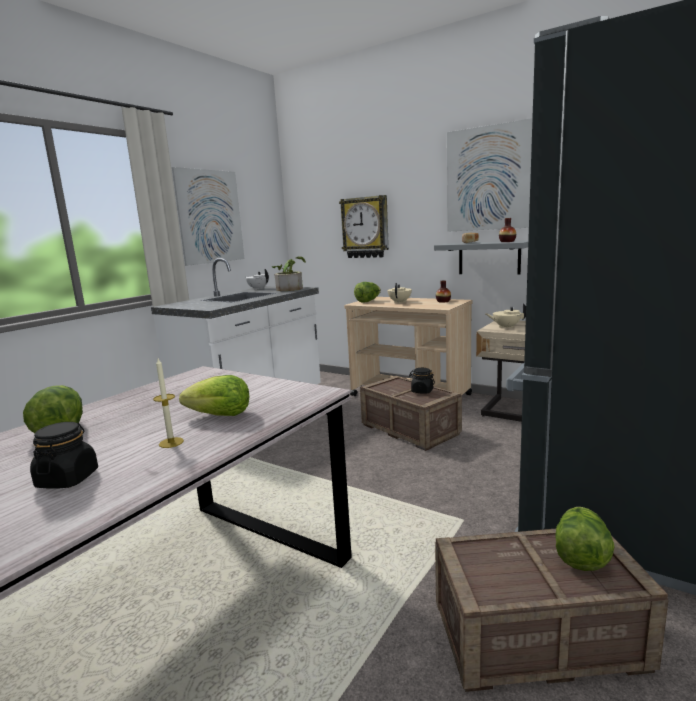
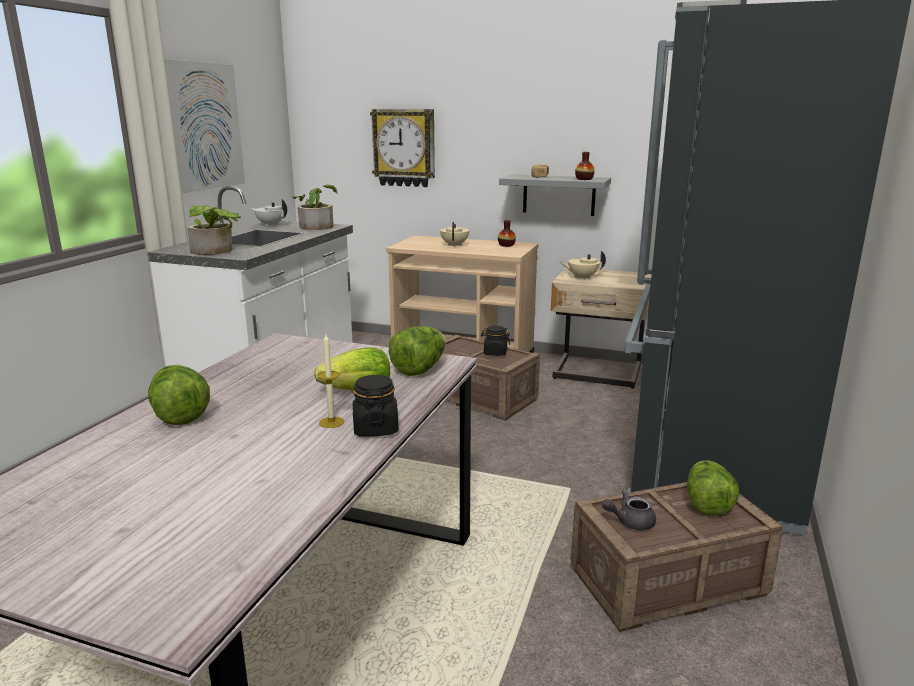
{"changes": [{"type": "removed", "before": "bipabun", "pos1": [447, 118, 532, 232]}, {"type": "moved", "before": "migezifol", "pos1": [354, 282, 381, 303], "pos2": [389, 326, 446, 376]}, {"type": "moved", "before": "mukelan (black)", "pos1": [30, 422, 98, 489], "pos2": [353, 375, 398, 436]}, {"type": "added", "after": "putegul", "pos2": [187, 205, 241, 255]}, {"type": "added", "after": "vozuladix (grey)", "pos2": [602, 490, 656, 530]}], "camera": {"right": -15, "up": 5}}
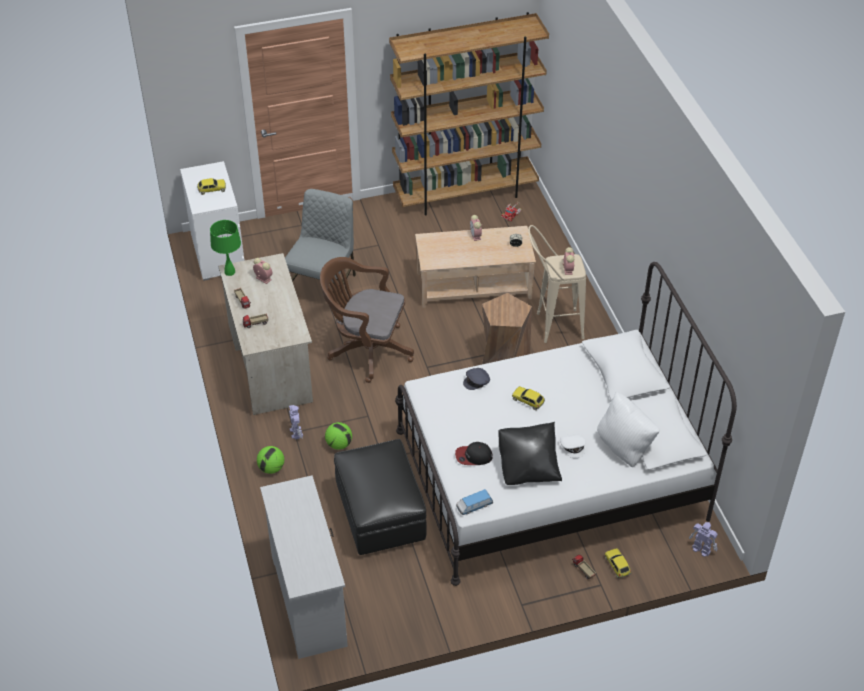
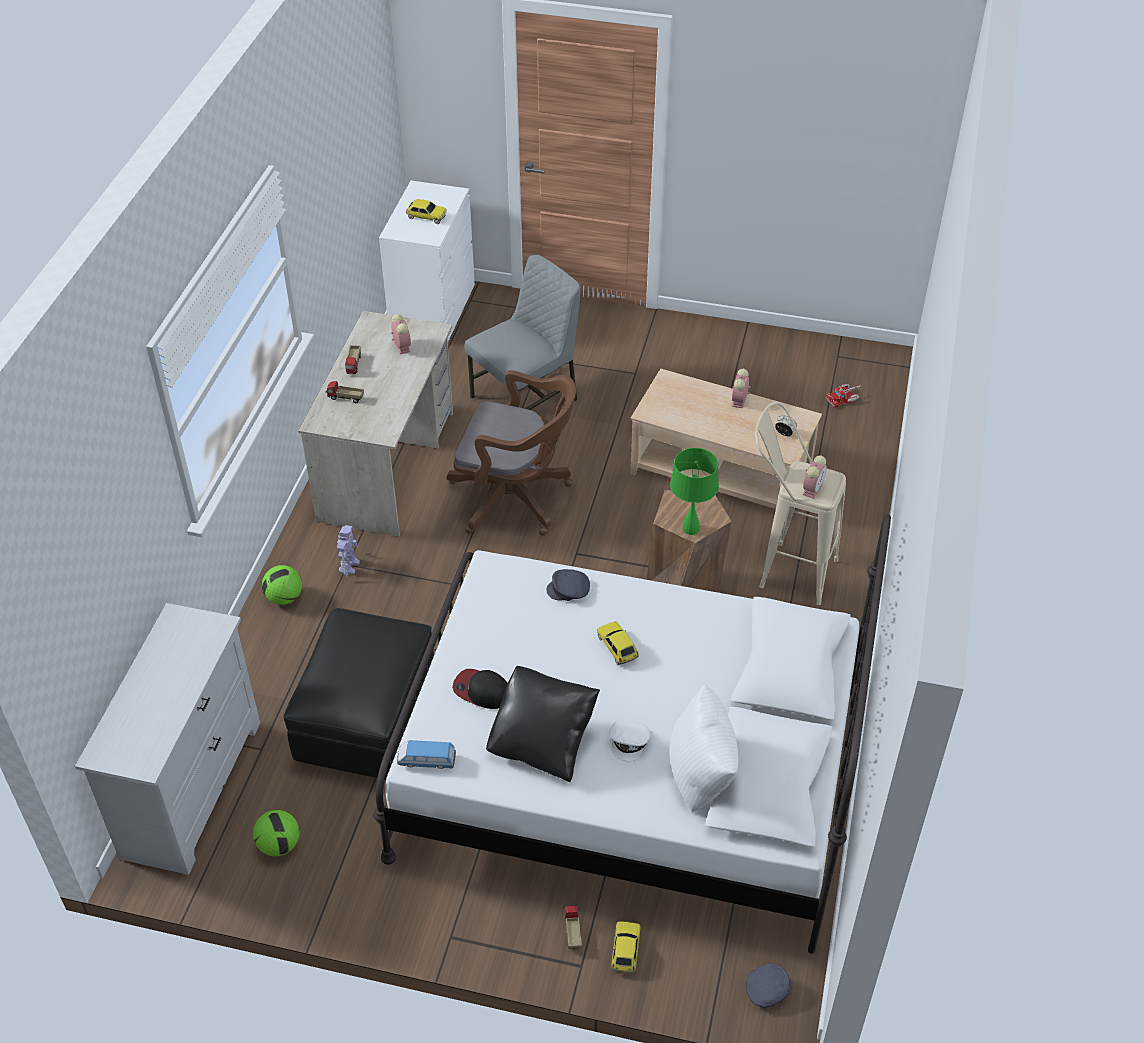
{"changes": [{"type": "removed", "before": "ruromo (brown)", "pos1": [389, 12, 549, 216]}, {"type": "moved", "before": "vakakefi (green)", "pos1": [210, 220, 241, 276], "pos2": [670, 448, 719, 535]}, {"type": "turned", "before": "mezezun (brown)", "pos1": [320, 257, 414, 383], "pos2": [447, 370, 576, 536], "turn": 150}, {"type": "moved", "before": "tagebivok", "pos1": [325, 422, 352, 450], "pos2": [253, 810, 299, 856]}, {"type": "replaced", "before": "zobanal", "after": "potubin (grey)", "pos1": [689, 522, 718, 557], "pos2": [746, 964, 793, 1008]}], "camera": {"right": 30, "up": 0}}
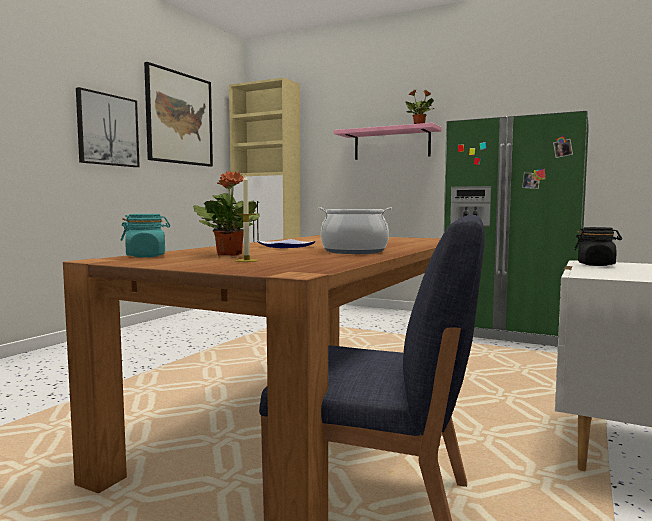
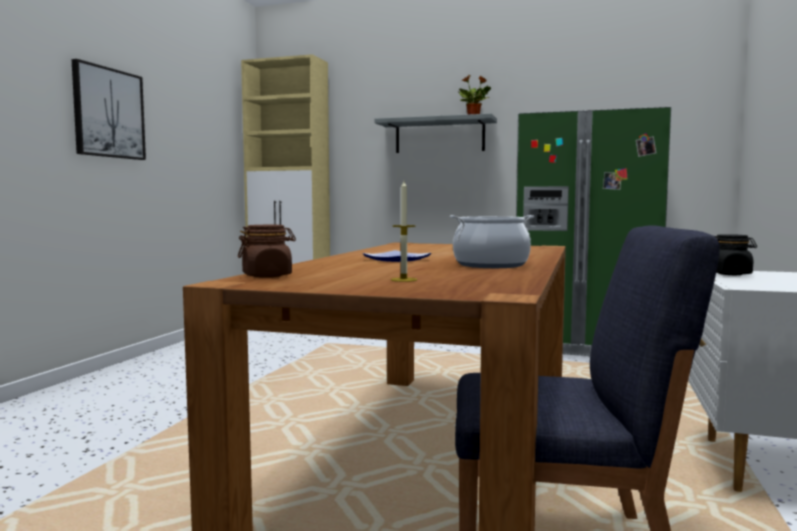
{"changes": [{"type": "removed", "before": "bipabun", "pos1": [144, 62, 213, 166]}, {"type": "recoloured", "before": "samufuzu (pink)", "after": "samufuzu (grey)", "pos1": [334, 123, 441, 160], "pos2": [374, 113, 497, 153]}, {"type": "removed", "before": "putegul", "pos1": [193, 171, 260, 256]}, {"type": "recoloured", "before": "mukelan (turquoise)", "after": "mukelan (brown)", "pos1": [121, 214, 170, 257], "pos2": [238, 225, 296, 278]}], "camera": {"right": -10, "up": 0}}
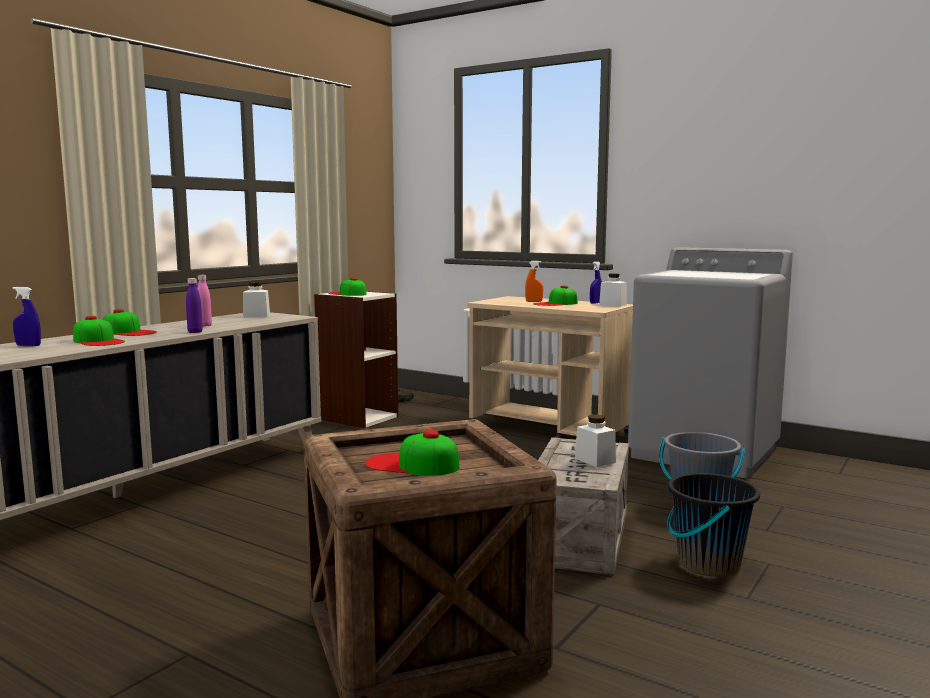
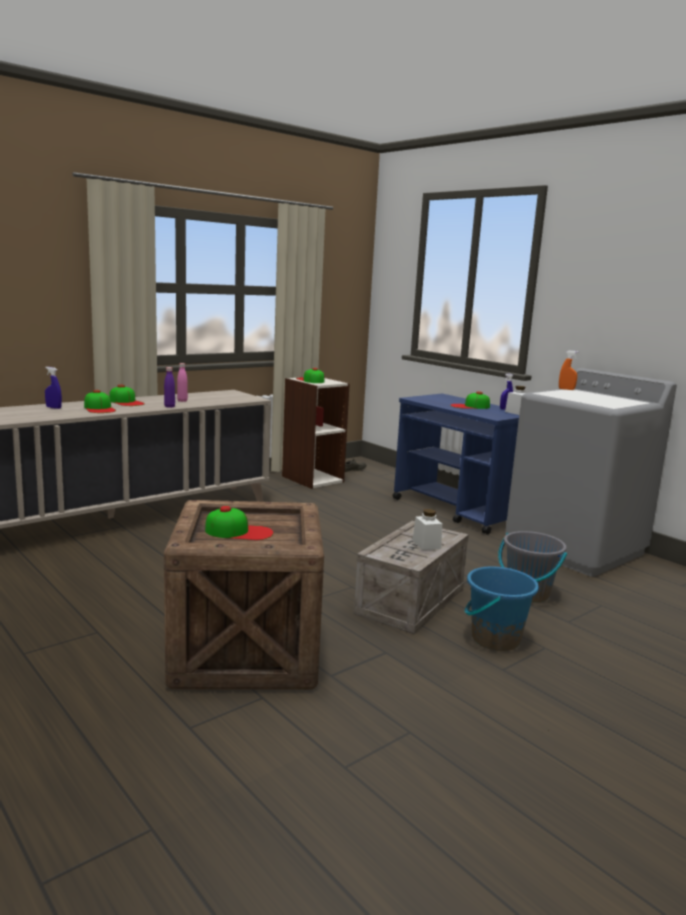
{"changes": [{"type": "moved", "before": "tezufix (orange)", "pos1": [525, 261, 543, 302], "pos2": [559, 351, 579, 390]}, {"type": "removed", "before": "mukelan (white)", "pos1": [243, 282, 270, 317]}, {"type": "recoloured", "before": "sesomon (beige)", "after": "sesomon (blue)", "pos1": [468, 296, 633, 439], "pos2": [392, 394, 519, 535]}, {"type": "turned", "before": "potubin", "pos1": [365, 430, 460, 476], "pos2": [205, 506, 273, 540], "turn": 150}, {"type": "recoloured", "before": "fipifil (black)", "after": "fipifil (blue)", "pos1": [667, 473, 760, 577], "pos2": [465, 566, 539, 651]}], "camera": {"right": 15, "up": 5}}
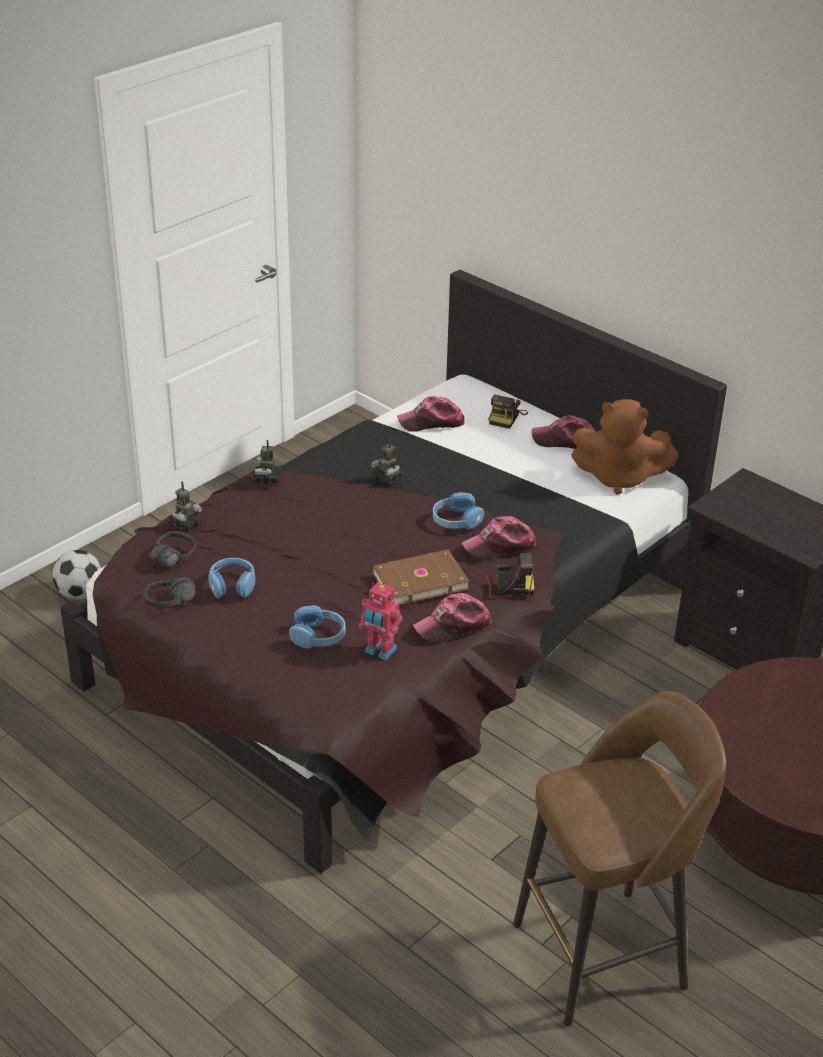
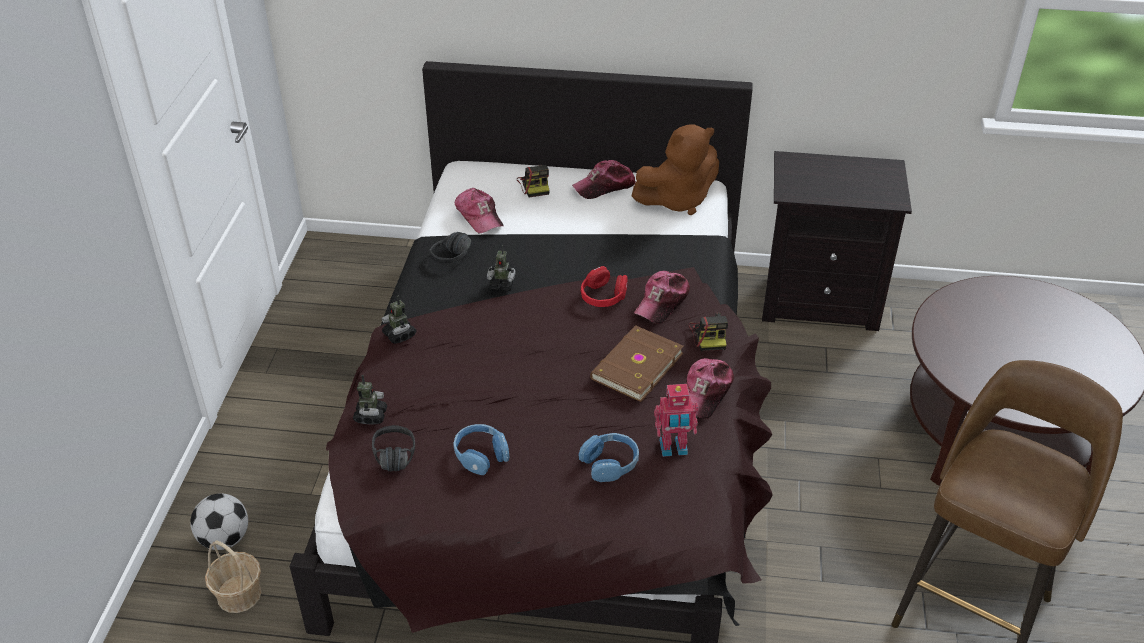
{"changes": [{"type": "turned", "before": "potubin", "pos1": [397, 396, 465, 431], "pos2": [455, 188, 504, 234], "turn": -75}, {"type": "recoloured", "before": "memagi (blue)", "after": "memagi (red)", "pos1": [433, 493, 484, 530], "pos2": [581, 266, 628, 307]}, {"type": "turned", "before": "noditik", "pos1": [486, 553, 534, 599], "pos2": [688, 312, 728, 351], "turn": 120}, {"type": "moved", "before": "memagi (black)", "pos1": [143, 578, 196, 608], "pos2": [429, 232, 471, 264]}, {"type": "added", "after": "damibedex", "pos2": [205, 540, 261, 613]}], "camera": {"right": -35, "up": 5}}
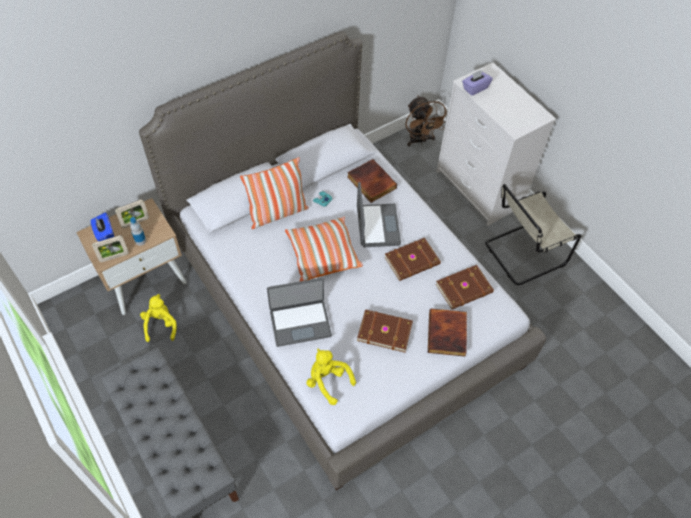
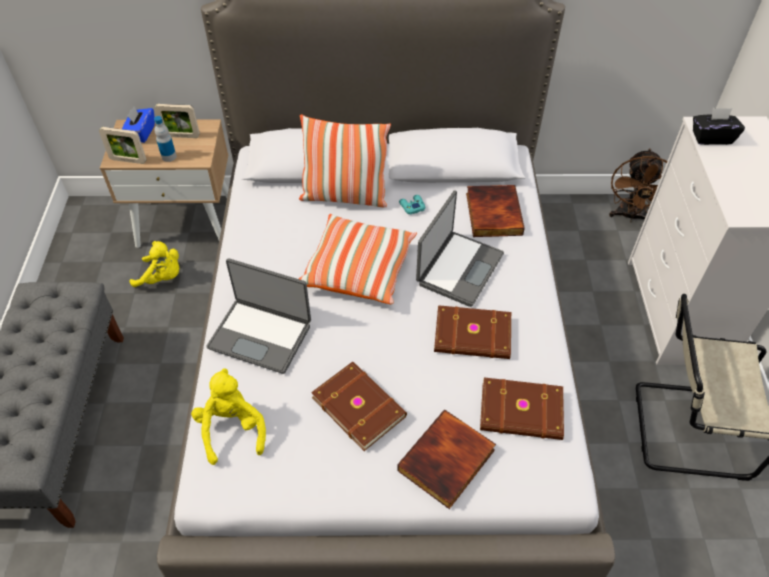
{"changes": [{"type": "recoloured", "before": "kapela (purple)", "after": "kapela (black)", "pos1": [462, 70, 492, 96], "pos2": [693, 108, 745, 145]}, {"type": "turned", "before": "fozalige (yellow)", "pos1": [140, 294, 177, 342], "pos2": [129, 241, 179, 287], "turn": 75}], "camera": {"right": 35, "up": -5}}
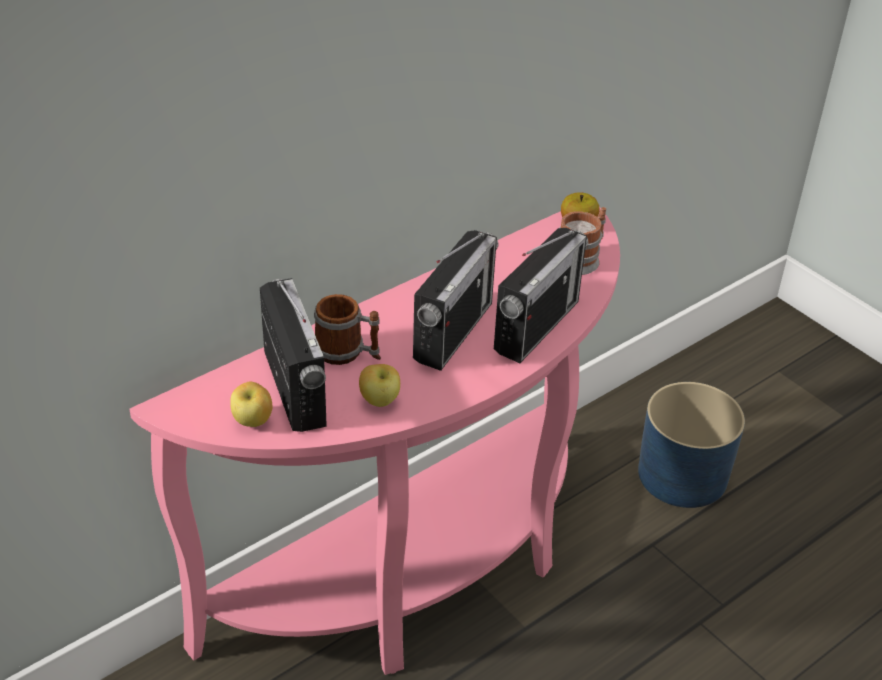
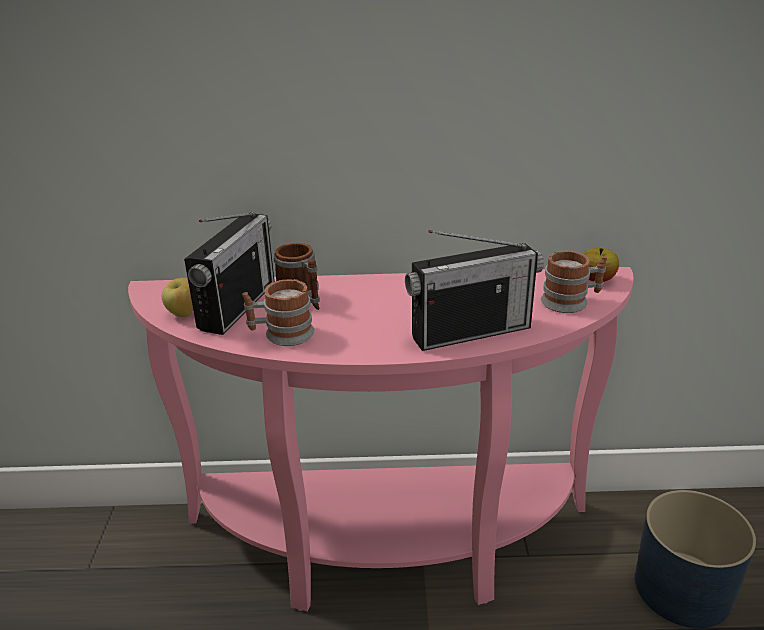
{"changes": [{"type": "removed", "before": "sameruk", "pos1": [413, 230, 498, 371]}, {"type": "replaced", "before": "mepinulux", "after": "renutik", "pos1": [359, 364, 400, 407], "pos2": [242, 279, 315, 346]}], "camera": {"right": 40, "up": -10}}
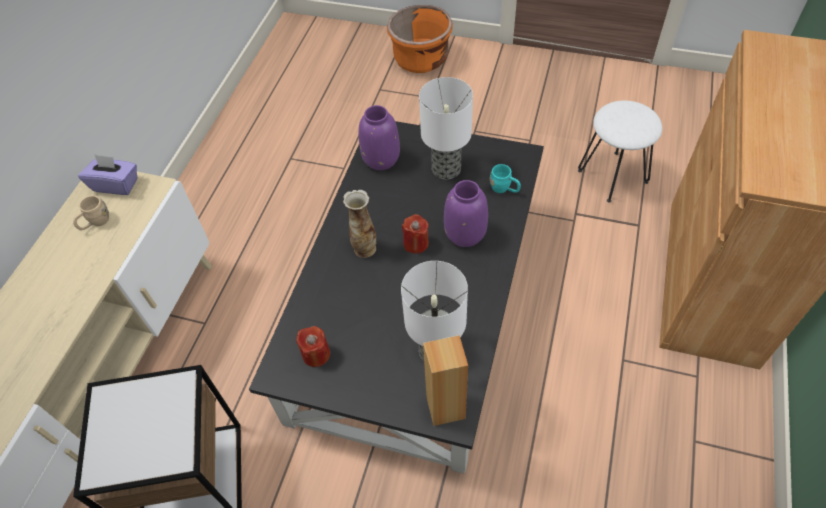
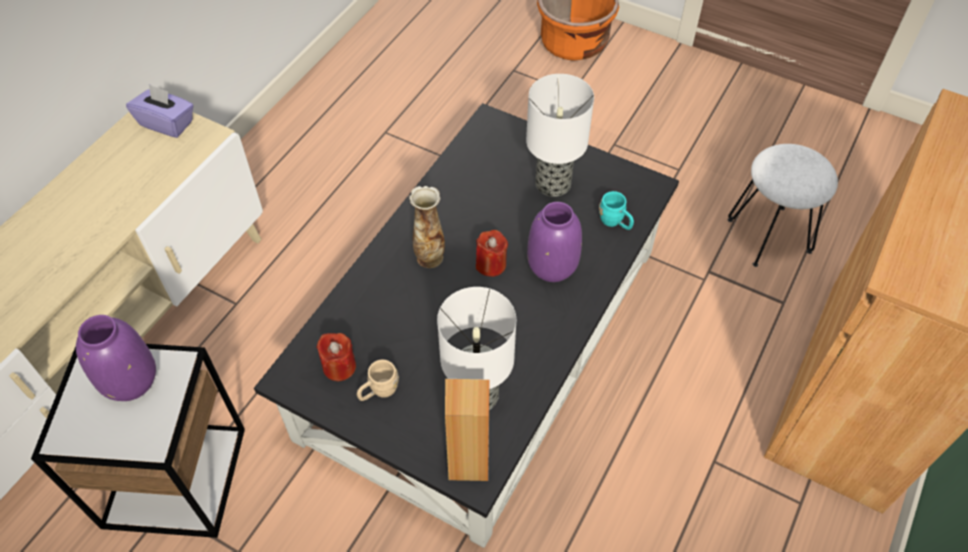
{"changes": [{"type": "moved", "before": "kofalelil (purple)", "pos1": [359, 105, 400, 170], "pos2": [76, 315, 156, 401]}, {"type": "moved", "before": "renutik (beige)", "pos1": [73, 195, 109, 231], "pos2": [357, 360, 399, 401]}], "camera": {"right": 10, "up": 0}}
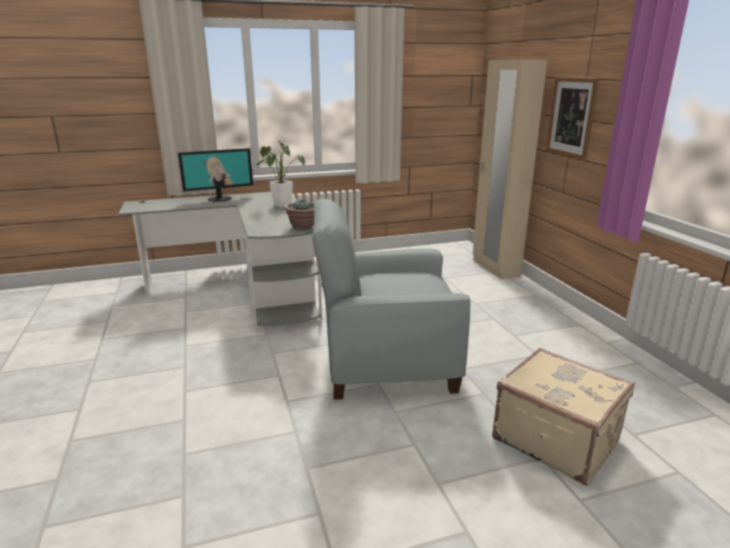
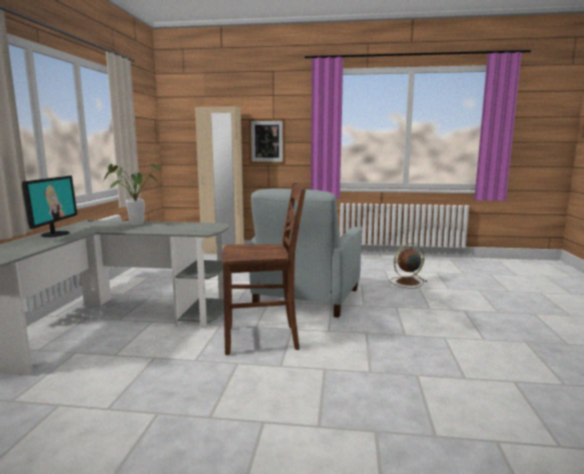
{"changes": [{"type": "removed", "before": "putegul", "pos1": [284, 200, 314, 230]}, {"type": "replaced", "before": "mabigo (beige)", "after": "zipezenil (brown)", "pos1": [492, 348, 635, 486], "pos2": [389, 243, 428, 288]}, {"type": "added", "after": "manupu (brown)", "pos2": [222, 183, 306, 355]}], "camera": {"right": -65, "up": -10}}
